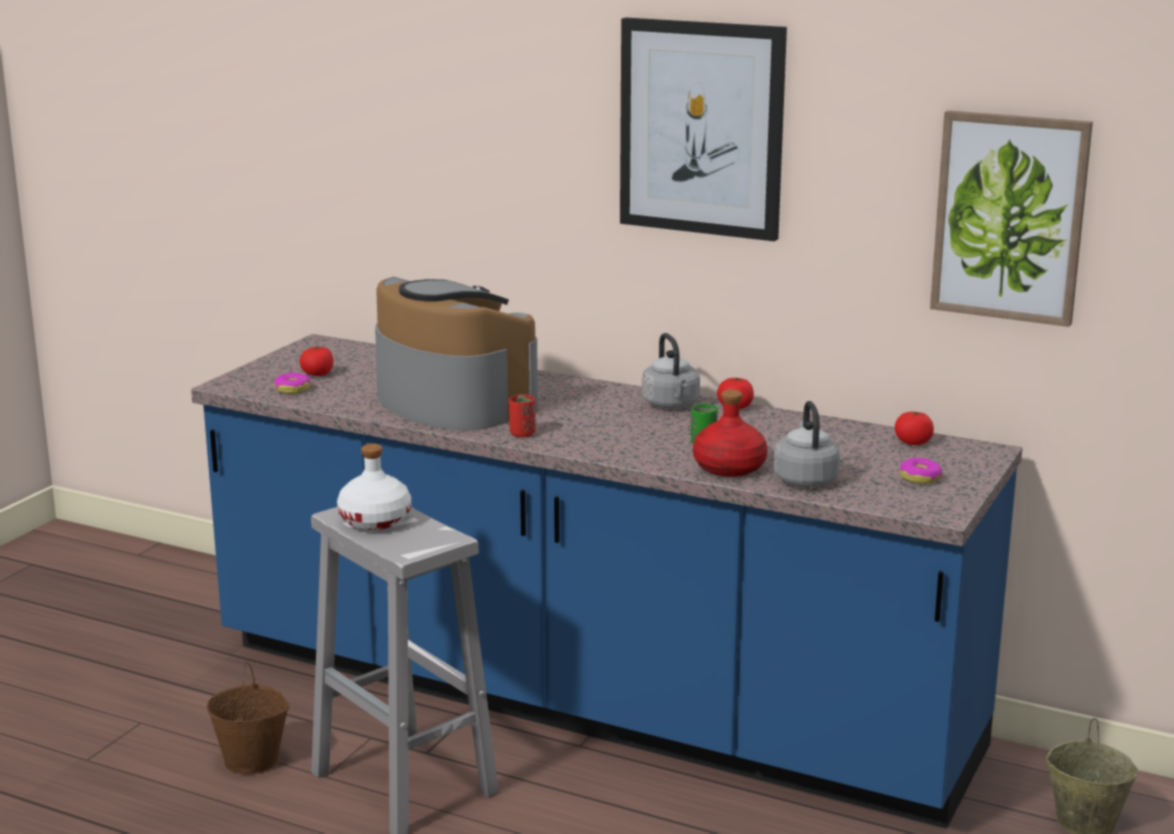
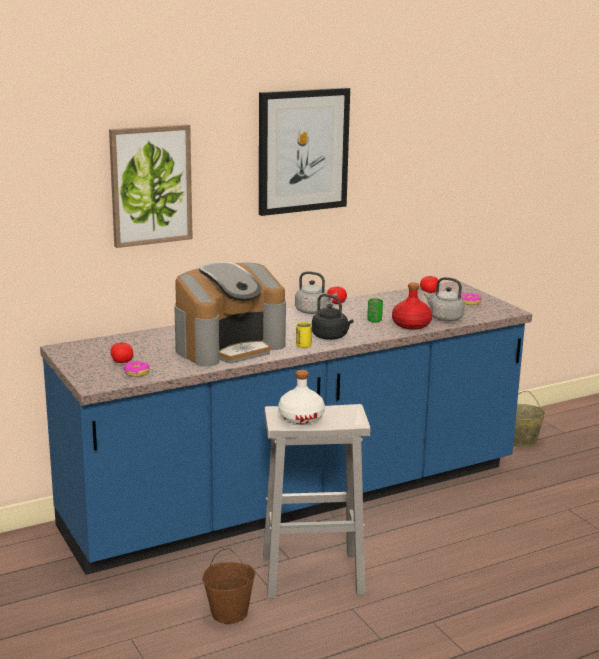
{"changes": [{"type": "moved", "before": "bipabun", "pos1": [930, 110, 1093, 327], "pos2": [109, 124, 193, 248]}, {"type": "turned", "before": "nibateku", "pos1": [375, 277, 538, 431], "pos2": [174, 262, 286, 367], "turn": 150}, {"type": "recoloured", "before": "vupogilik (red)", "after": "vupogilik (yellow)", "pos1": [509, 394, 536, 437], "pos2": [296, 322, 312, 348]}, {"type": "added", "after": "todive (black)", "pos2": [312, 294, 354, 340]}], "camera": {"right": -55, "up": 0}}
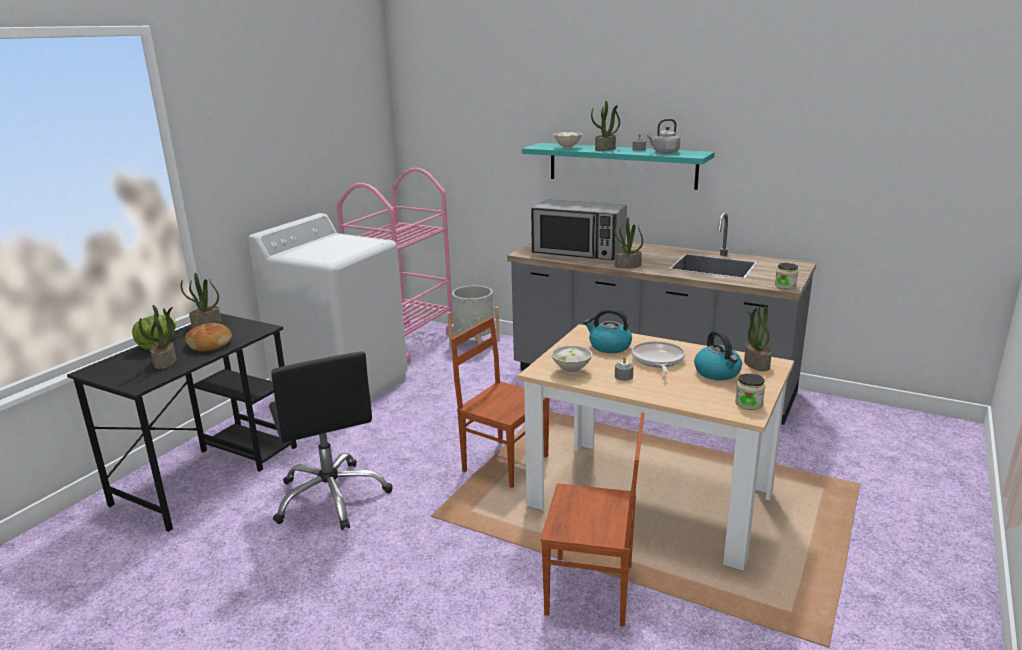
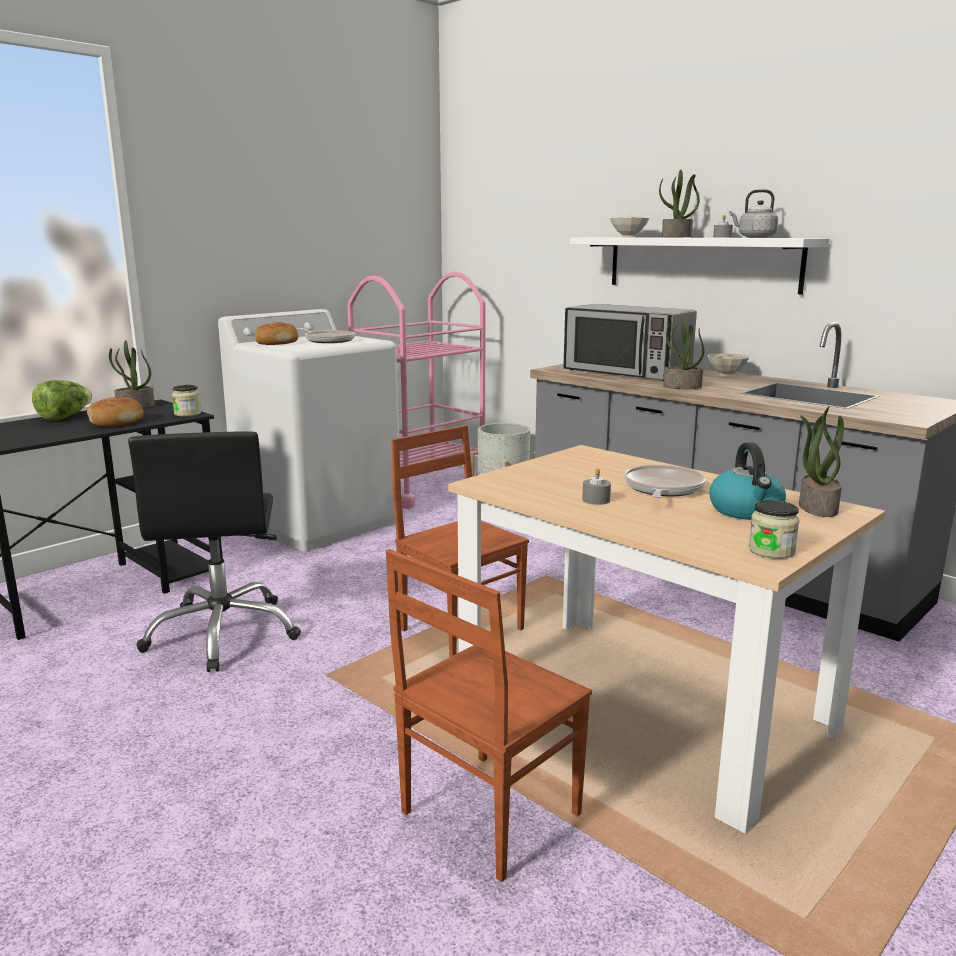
{"changes": [{"type": "recoloured", "before": "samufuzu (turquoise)", "after": "samufuzu (white)", "pos1": [522, 143, 715, 190], "pos2": [570, 237, 830, 294]}, {"type": "moved", "before": "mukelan", "pos1": [775, 263, 798, 289], "pos2": [172, 385, 201, 417]}, {"type": "removed", "before": "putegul", "pos1": [139, 305, 176, 369]}, {"type": "removed", "before": "todive", "pos1": [584, 308, 632, 353]}, {"type": "moved", "before": "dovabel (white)", "pos1": [551, 345, 592, 374], "pos2": [708, 353, 750, 376]}, {"type": "turned", "before": "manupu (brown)", "pos1": [541, 412, 644, 627], "pos2": [386, 549, 592, 882], "turn": 105}, {"type": "added", "after": "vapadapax", "pos2": [255, 322, 298, 345]}, {"type": "added", "after": "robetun", "pos2": [296, 328, 355, 343]}], "camera": {"right": 15, "up": -5}}
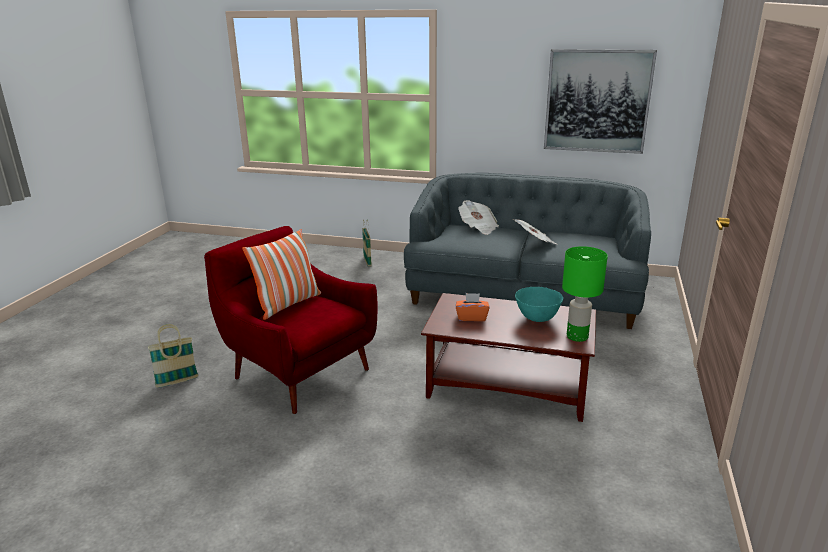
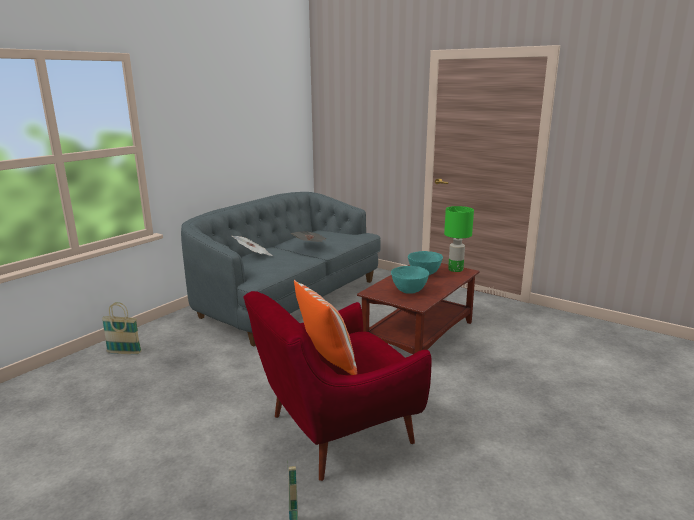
{"changes": [{"type": "removed", "before": "bipabun", "pos1": [544, 49, 657, 154]}, {"type": "replaced", "before": "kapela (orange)", "after": "dovabel (turquoise)", "pos1": [456, 293, 489, 321], "pos2": [391, 266, 429, 294]}], "camera": {"right": -70, "up": -5}}
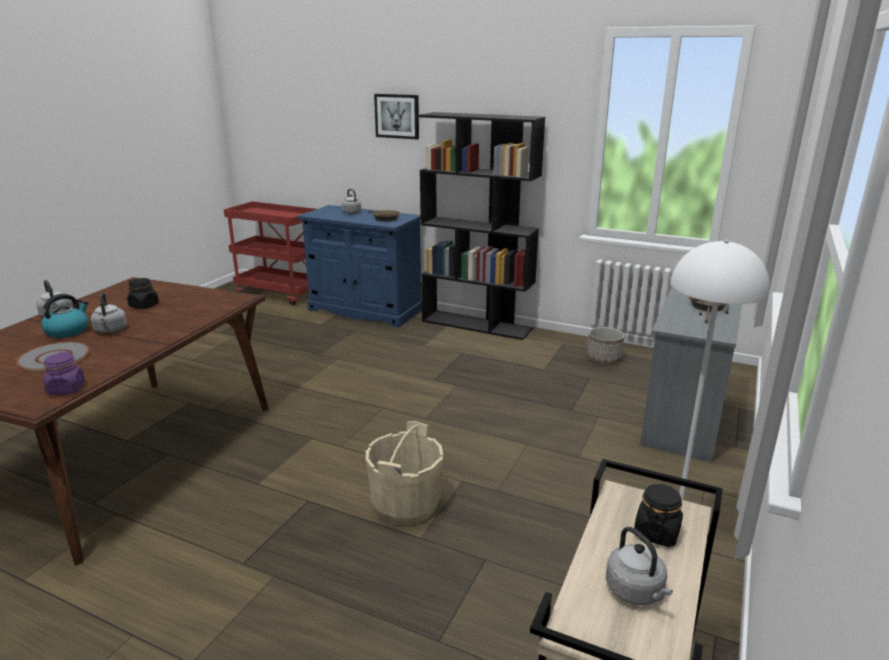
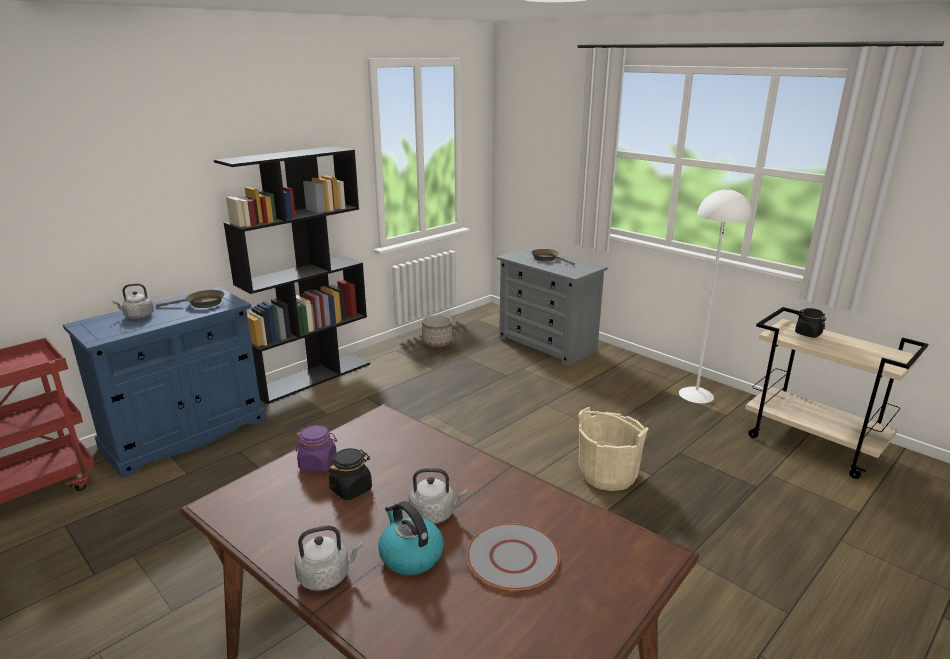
{"changes": [{"type": "removed", "before": "bipabun", "pos1": [374, 94, 419, 139]}, {"type": "moved", "before": "mukelan (purple)", "pos1": [43, 352, 85, 395], "pos2": [295, 425, 337, 472]}, {"type": "removed", "before": "todive (grey)", "pos1": [606, 527, 673, 605]}], "camera": {"right": -70, "up": 0}}
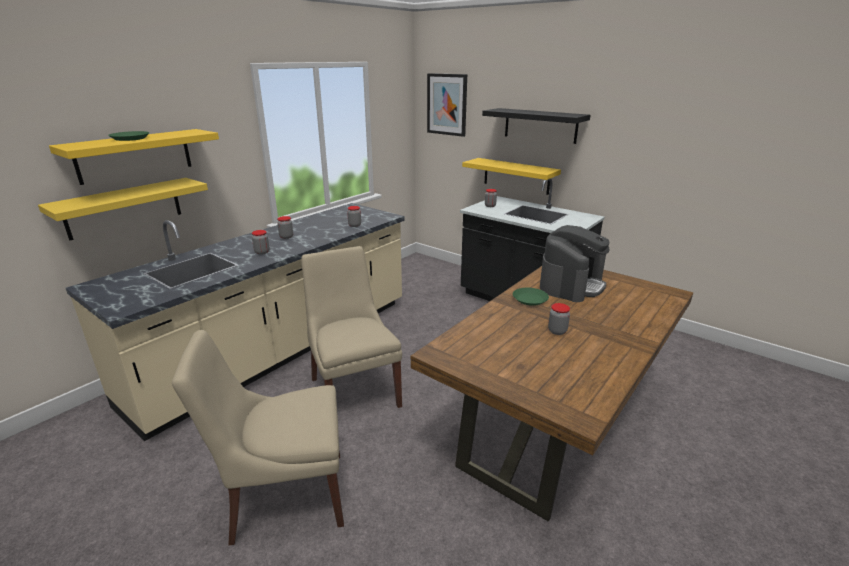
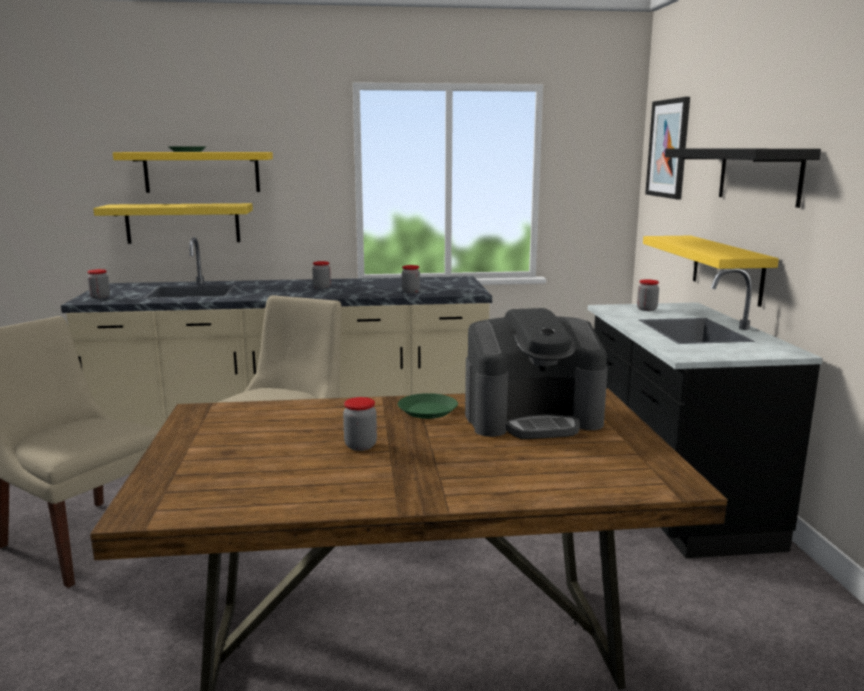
{"changes": [{"type": "moved", "before": "mukelan", "pos1": [252, 230, 270, 255], "pos2": [87, 269, 110, 299]}], "camera": {"right": 45, "up": -10}}
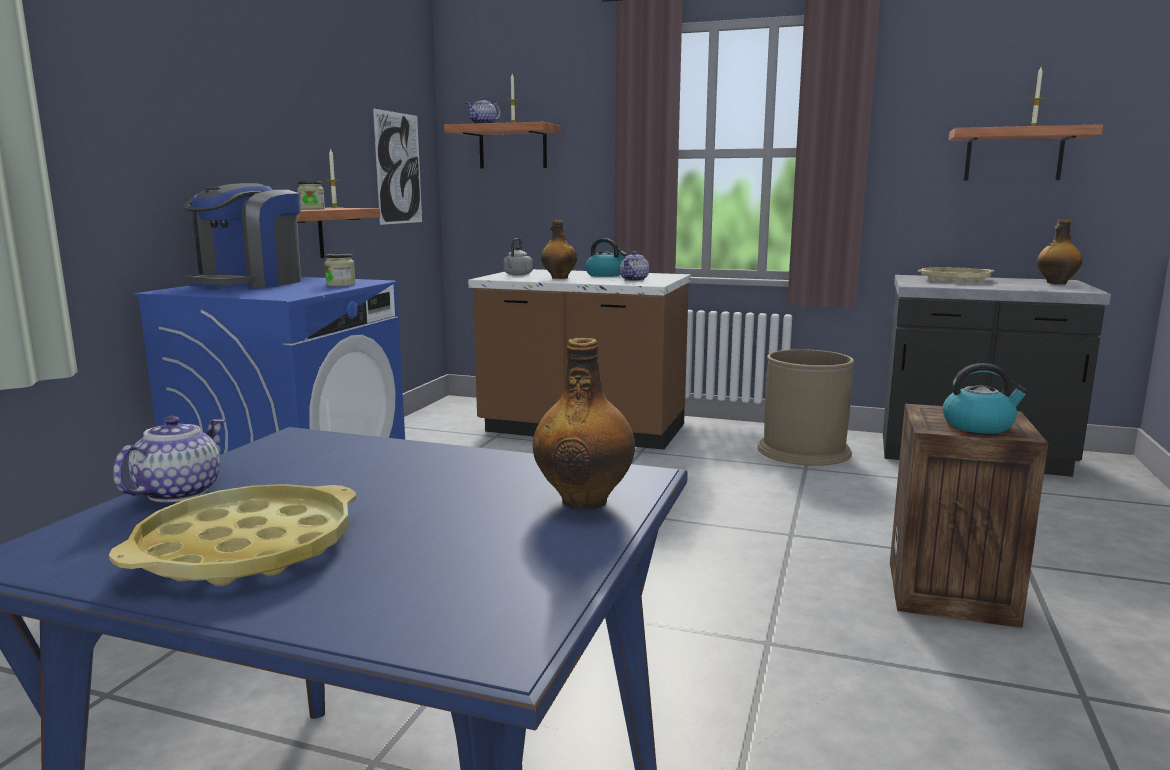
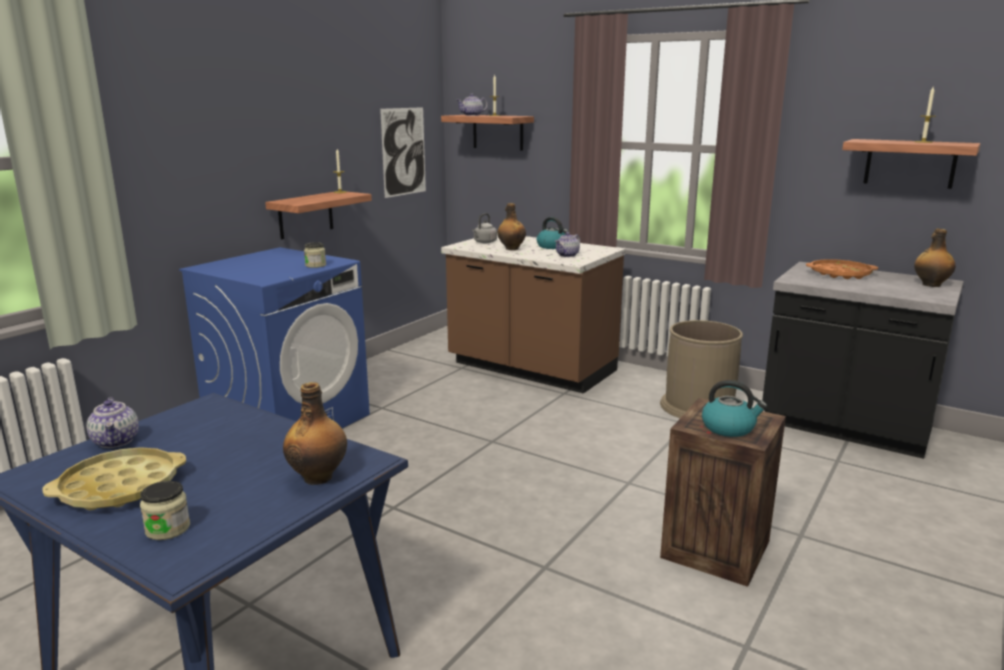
{"changes": [{"type": "moved", "before": "mukelan", "pos1": [297, 182, 325, 209], "pos2": [140, 481, 190, 540]}, {"type": "removed", "before": "nibateku", "pos1": [183, 183, 301, 288]}, {"type": "recoloured", "before": "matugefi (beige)", "after": "matugefi (orange)", "pos1": [918, 267, 994, 283], "pos2": [806, 259, 878, 279]}, {"type": "turned", "before": "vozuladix", "pos1": [113, 416, 226, 502], "pos2": [87, 397, 139, 448], "turn": 120}], "camera": {"right": 15, "up": 5}}
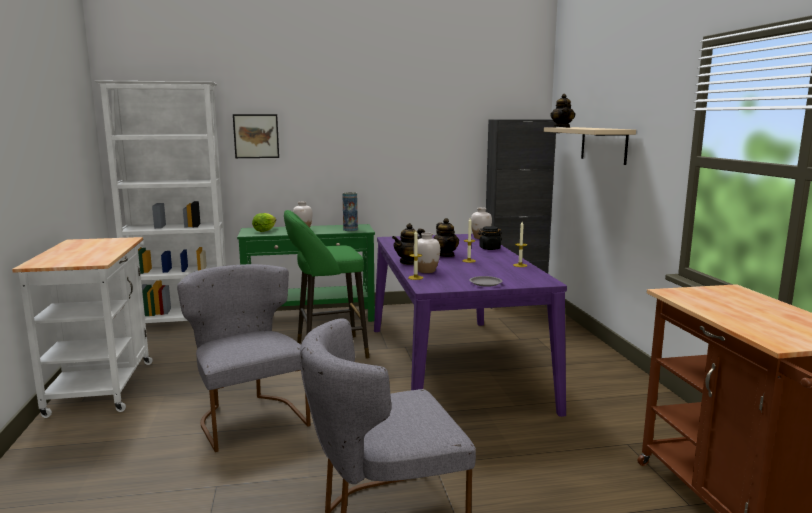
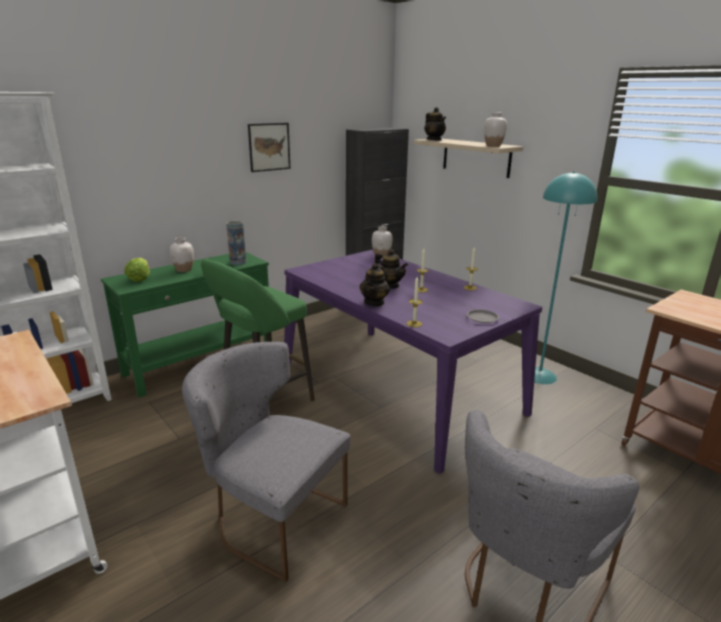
{"changes": [{"type": "moved", "before": "bipabun", "pos1": [233, 114, 279, 158], "pos2": [248, 123, 290, 172]}, {"type": "removed", "before": "mukelan (black)", "pos1": [478, 226, 502, 250]}, {"type": "moved", "before": "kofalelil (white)", "pos1": [413, 232, 440, 273], "pos2": [484, 112, 507, 147]}, {"type": "added", "after": "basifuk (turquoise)", "pos2": [534, 171, 598, 384]}], "camera": {"right": -30, "up": 10}}
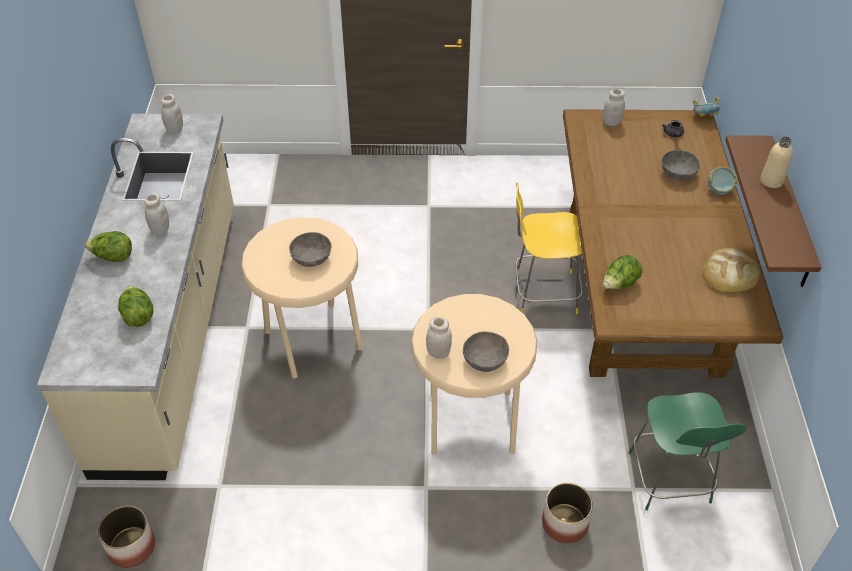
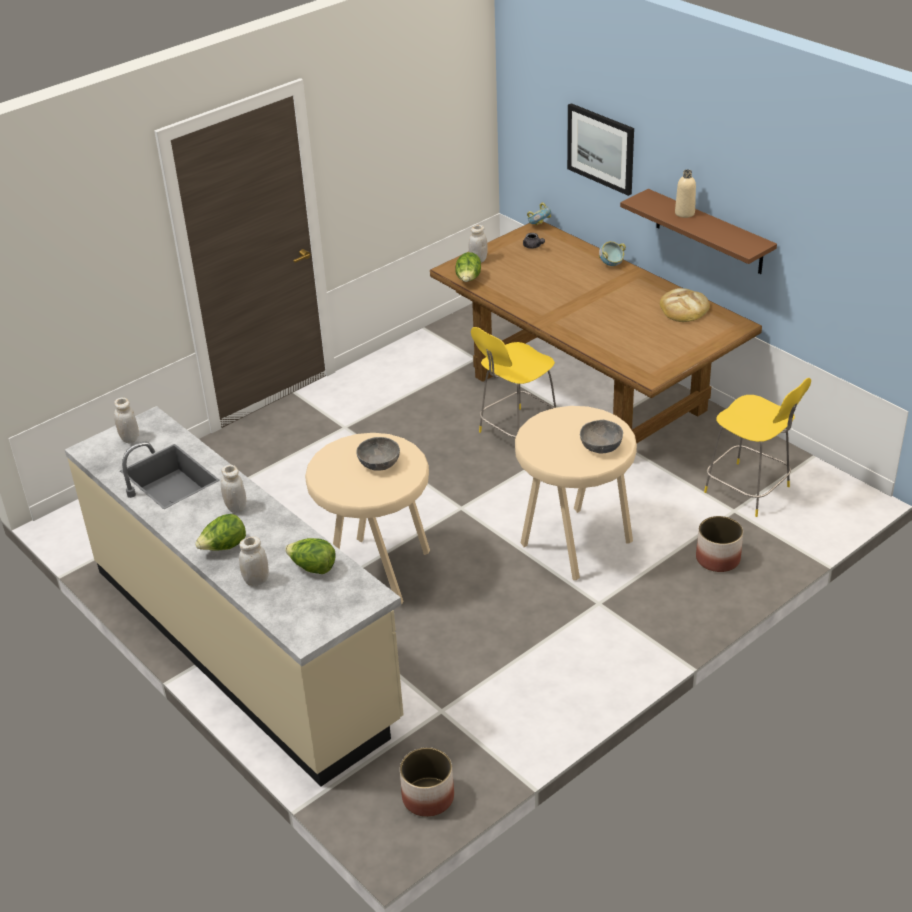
{"changes": [{"type": "removed", "before": "dovabel (grey)", "pos1": [662, 150, 700, 180]}, {"type": "moved", "before": "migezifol", "pos1": [603, 255, 642, 289], "pos2": [455, 252, 481, 282]}, {"type": "moved", "before": "mukelan (white)", "pos1": [426, 317, 452, 359], "pos2": [239, 536, 269, 586]}, {"type": "recoloured", "before": "manupu (green)", "after": "manupu (yellow)", "pos1": [629, 392, 747, 510], "pos2": [704, 378, 811, 517]}, {"type": "added", "after": "bipabun", "pos2": [567, 103, 634, 196]}], "camera": {"right": -40, "up": -10}}
